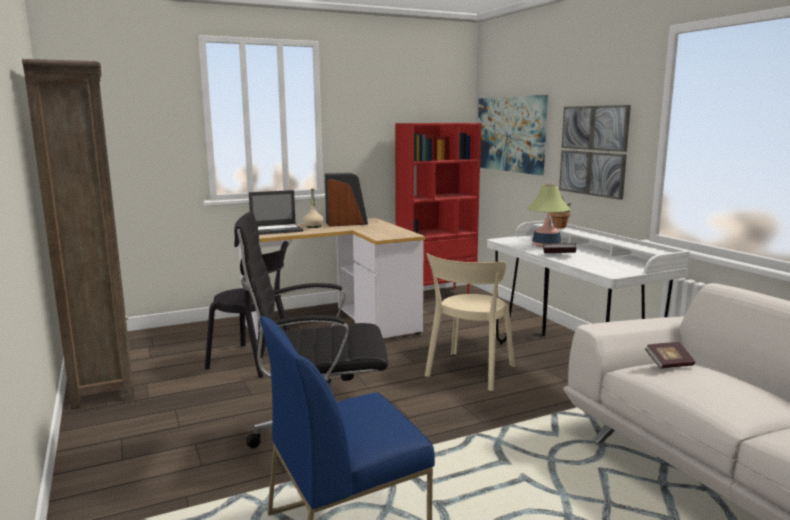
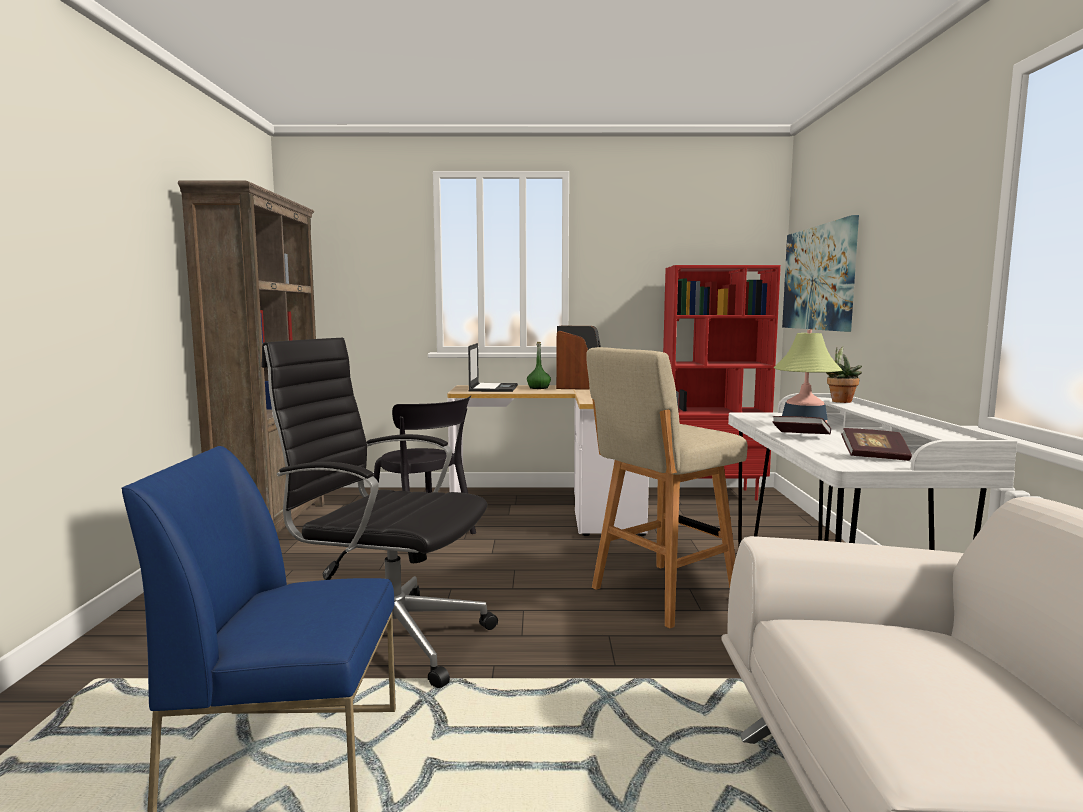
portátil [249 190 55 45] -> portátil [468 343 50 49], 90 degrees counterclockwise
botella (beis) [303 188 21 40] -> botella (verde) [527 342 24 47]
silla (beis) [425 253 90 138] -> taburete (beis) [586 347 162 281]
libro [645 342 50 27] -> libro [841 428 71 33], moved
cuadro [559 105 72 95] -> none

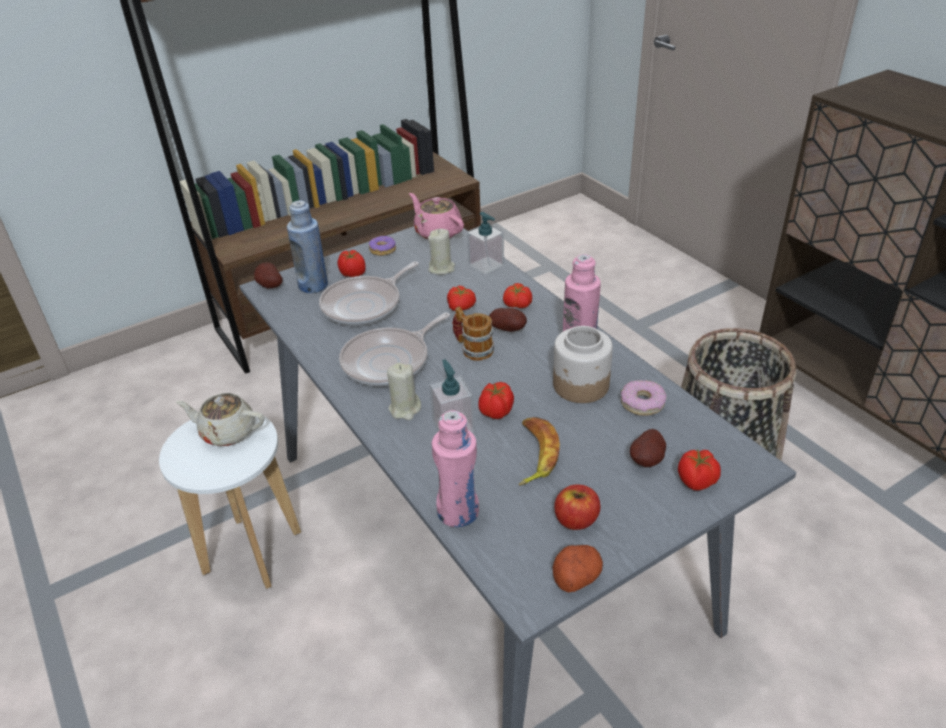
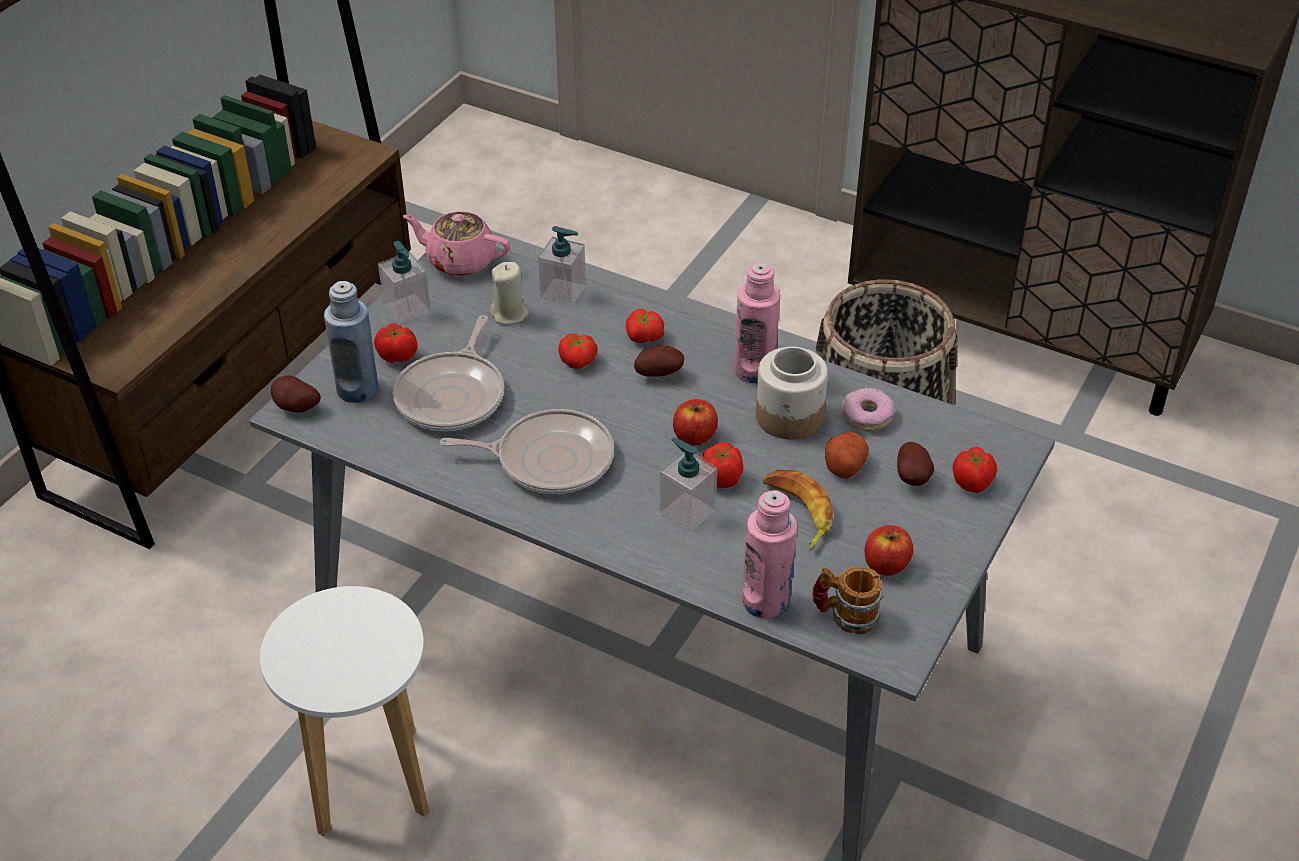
rosquilla [369 236 27 20] -> dispensador de jabón [378 241 53 83]
sartén [339 312 111 74] -> sartén [440 409 174 85], 105 degrees counterclockwise
none -> manzana [673 399 45 47]
taza grande [452 306 42 55] -> taza grande [812 566 71 68], moved
patata [552 545 51 47] -> patata [825 432 44 47], moved
tetera (beis) [176 393 88 53] -> none
vela (beis) [387 363 34 57] -> none

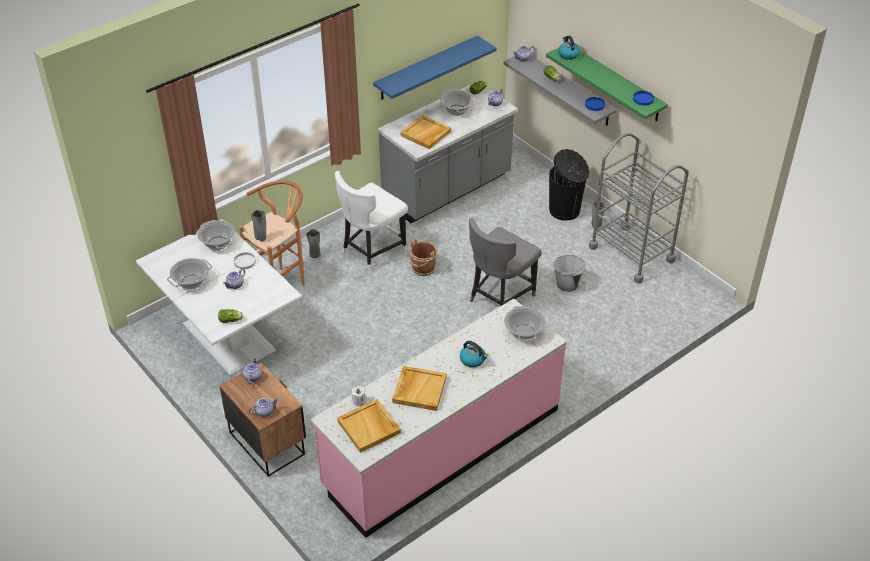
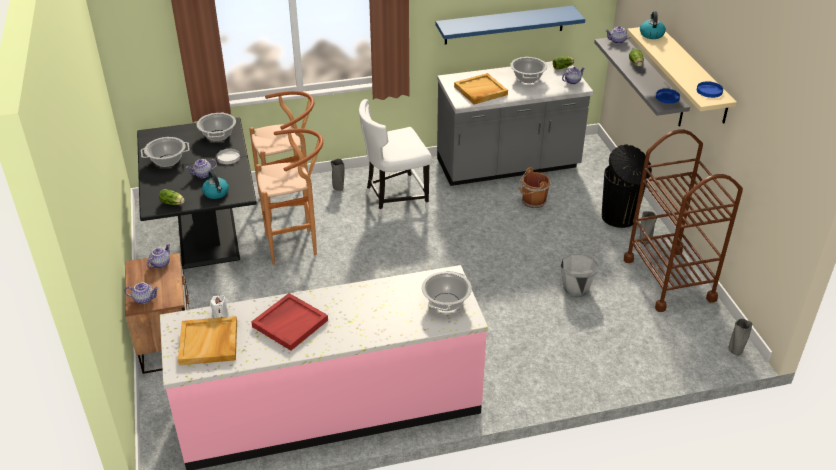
mesa de comedor (blanco) [136 219 166 157] -> mesa de comedor (negro) [137 117 120 152]
hervidor [460 341 28 27] -> hervidor [202 170 27 29], moved
bandeja (beis) [392 366 55 45] -> bandeja (rojo) [251 293 77 58]
none -> taburete (marrón) [256 129 67 136]
cubo (marrón) [408 239 29 37] -> cubo (marrón) [519 167 32 41], moved
carrito (gris) [589 133 100 151] -> carrito (marrón) [624 129 119 183]
estante (verde) [546 48 122 73] -> estante (beis) [627 27 110 97]
florero (gris) [251 210 15 31] -> florero (gris) [728 319 24 37], moved
silla (gris) [469 218 73 88] -> none

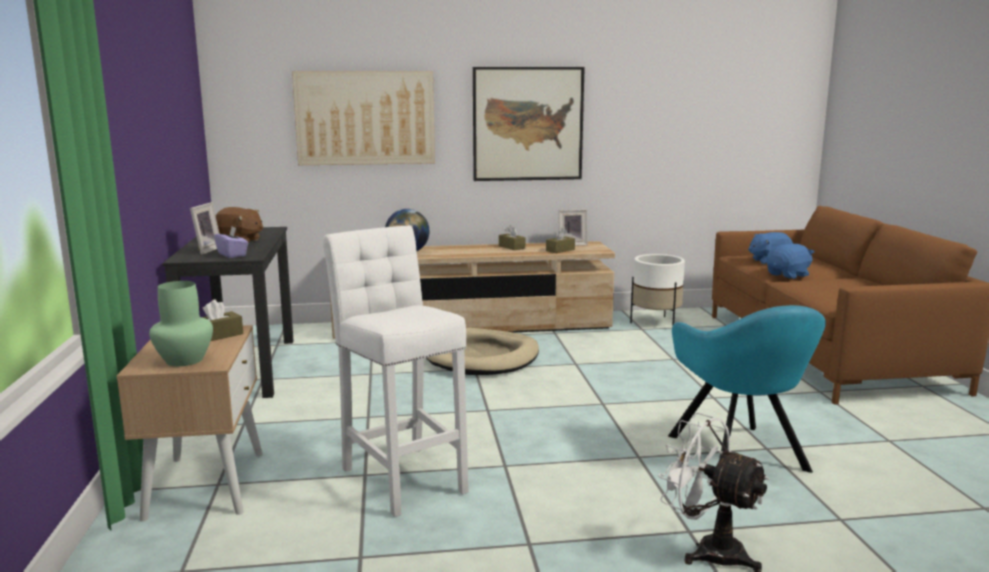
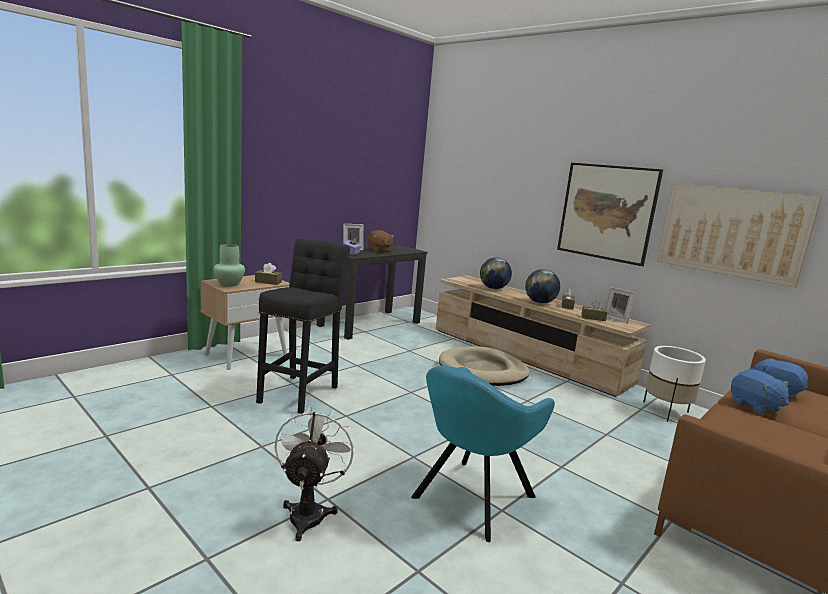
taburete (blanco) [323 225 146 292] -> taburete (negro) [256 238 94 176]
none -> globo terráqueo [525 269 35 34]
cuadro [292 71 143 94] -> cuadro [657 183 165 105], moved
peluche (azul) [767 244 47 35] -> peluche (azul) [731 369 59 45], 45 degrees clockwise

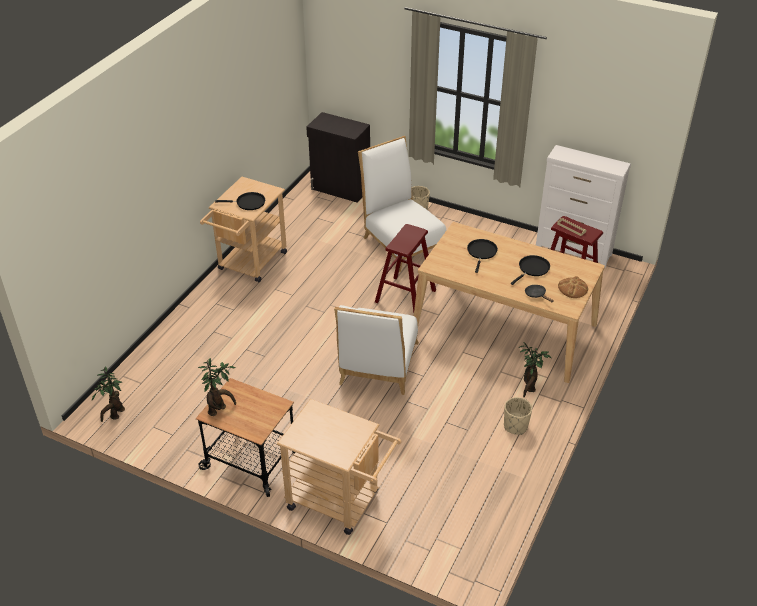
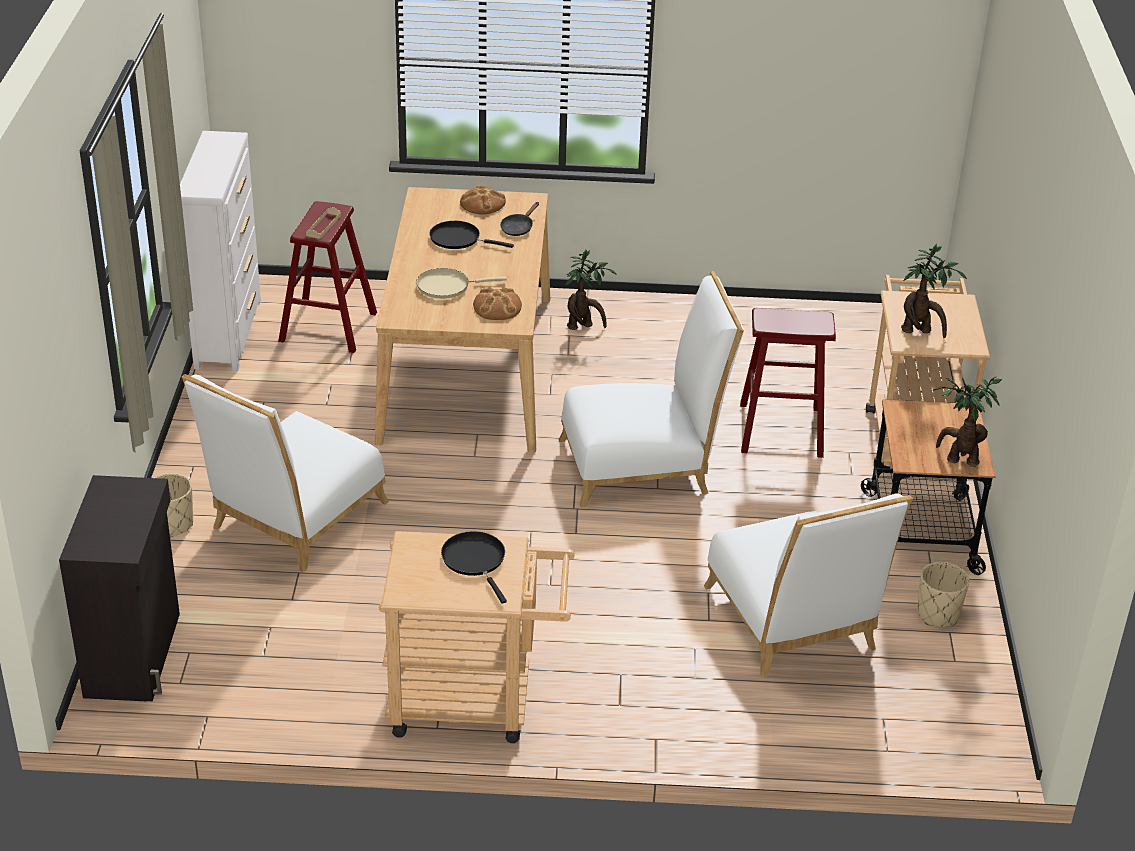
sartén (negro) [467 239 31 34] -> sartén (beis) [416 268 91 31]
none -> pan [473 288 49 32]
none -> silla (blanco) [704 493 209 185]
taburete (rojo) [375 224 61 88] -> taburete (rojo) [740 308 96 150], moved
planta en maceta [92 366 33 56] -> planta en maceta [901 244 66 94], moved
maceta (beis) [504 397 28 38] -> maceta (beis) [917 562 52 65], moved

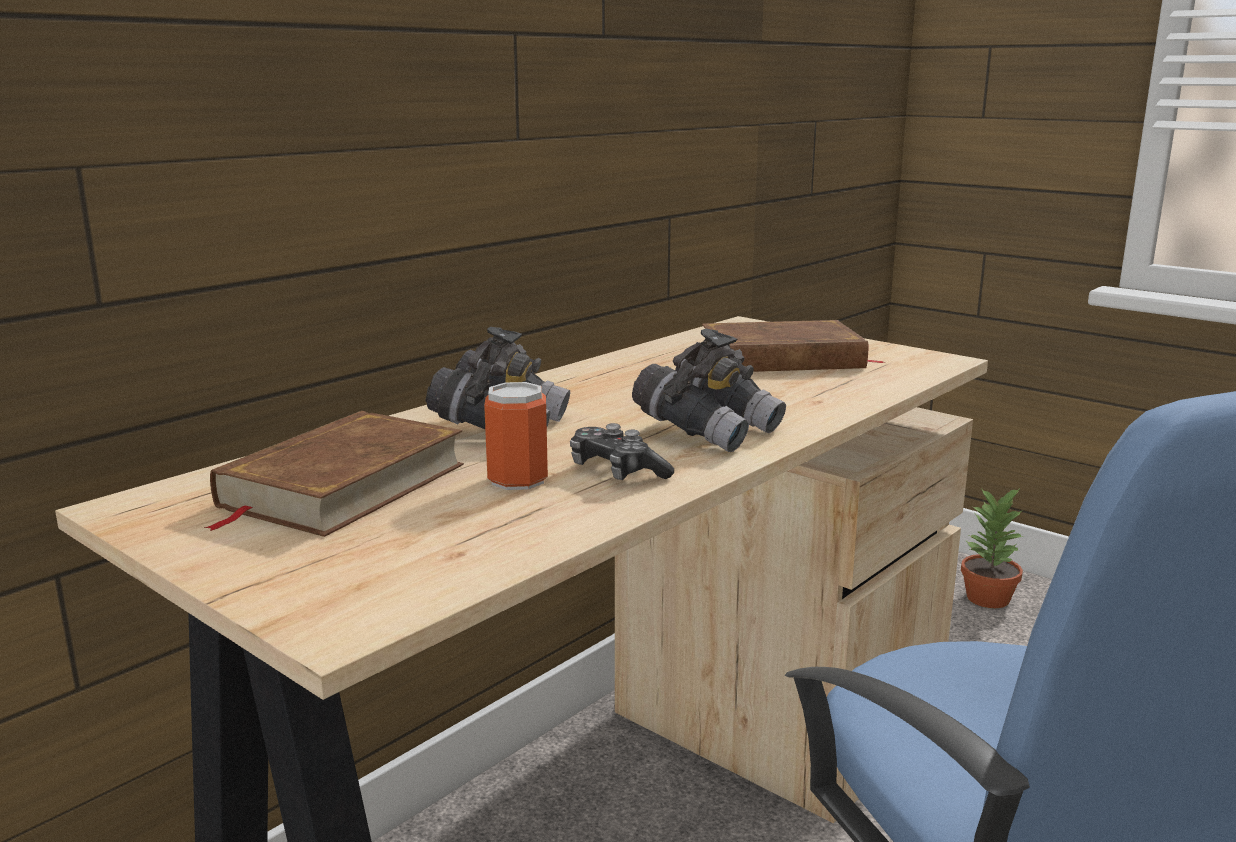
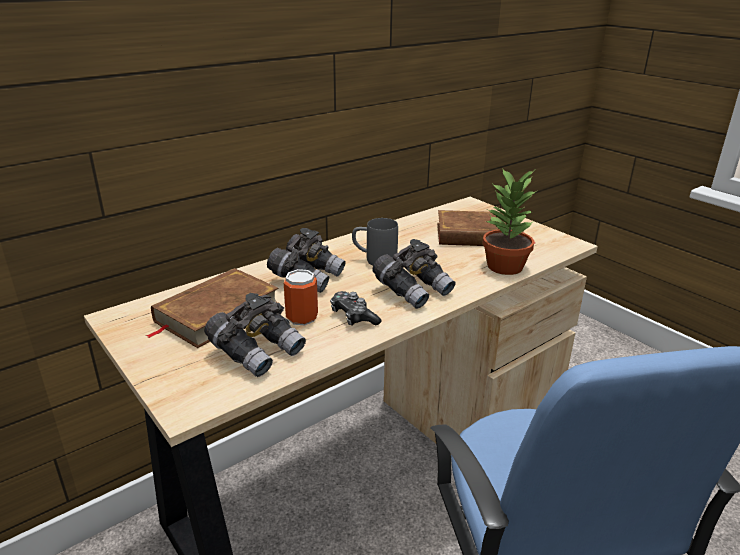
none -> prismáticos (gris) [204 293 102 84]
none -> taza grande (gris) [352 218 46 48]
planta en maceta [961 487 62 121] -> planta en maceta [482 168 56 107], moved

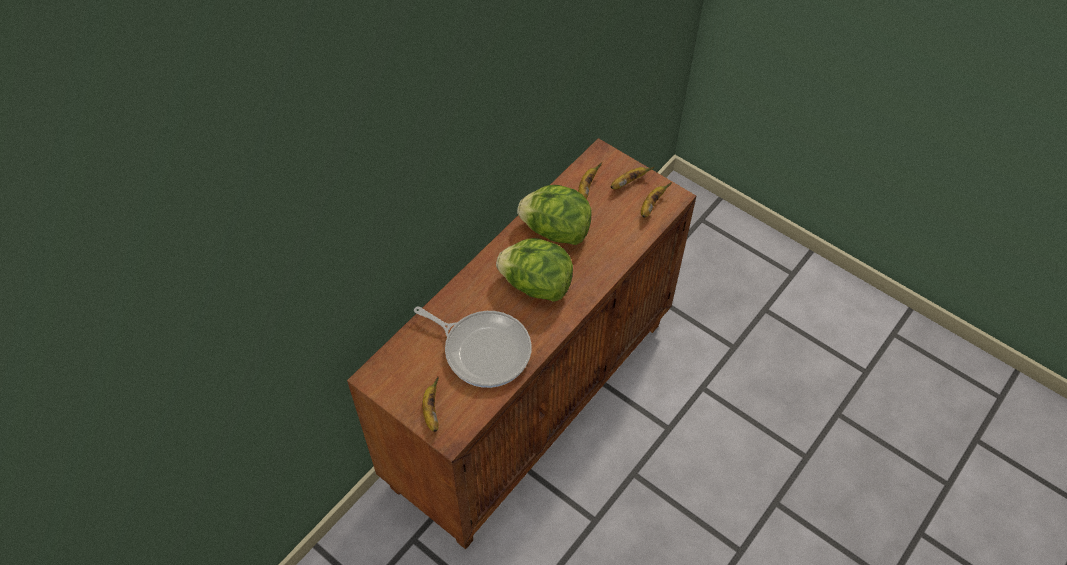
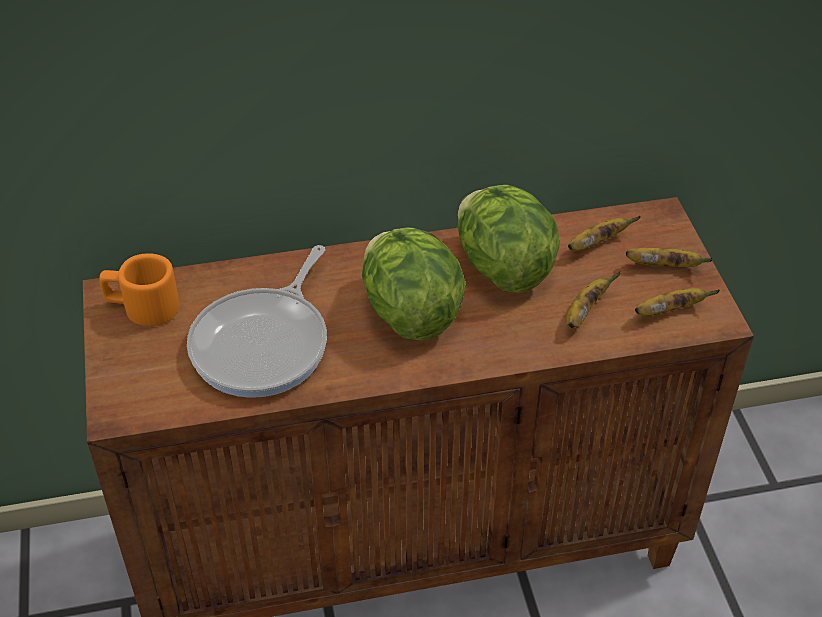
none -> taza grande (naranja) [99 253 81 73]
sartén [414 307 118 81] -> sartén [187 245 140 153], 45 degrees clockwise
plátano [422 376 17 56] -> plátano [566 271 55 57], moved

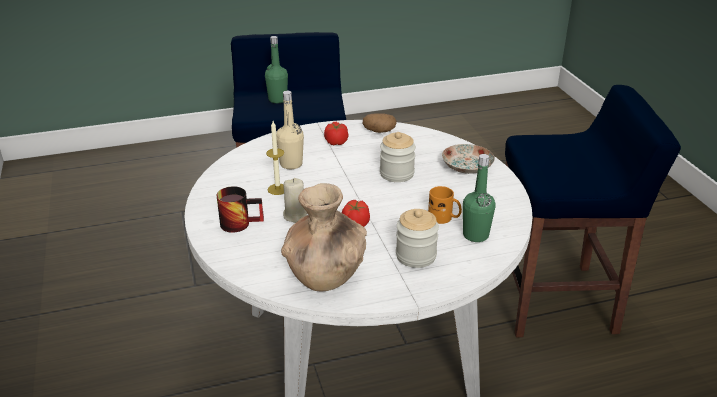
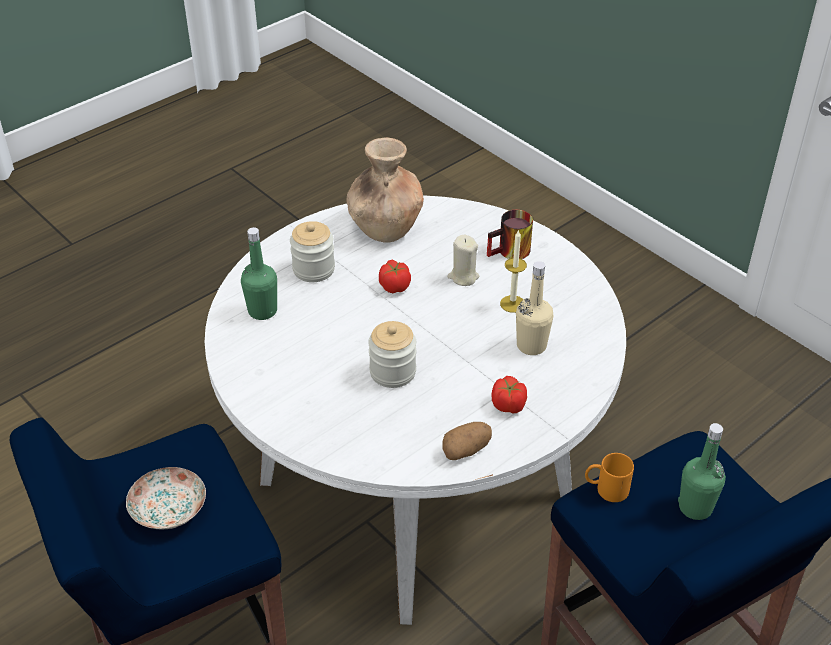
plato [442 144 53 30] -> plato [126 467 80 62], moved
taza grande (naranja) [428 186 34 38] -> taza grande (naranja) [585 453 49 49], moved

